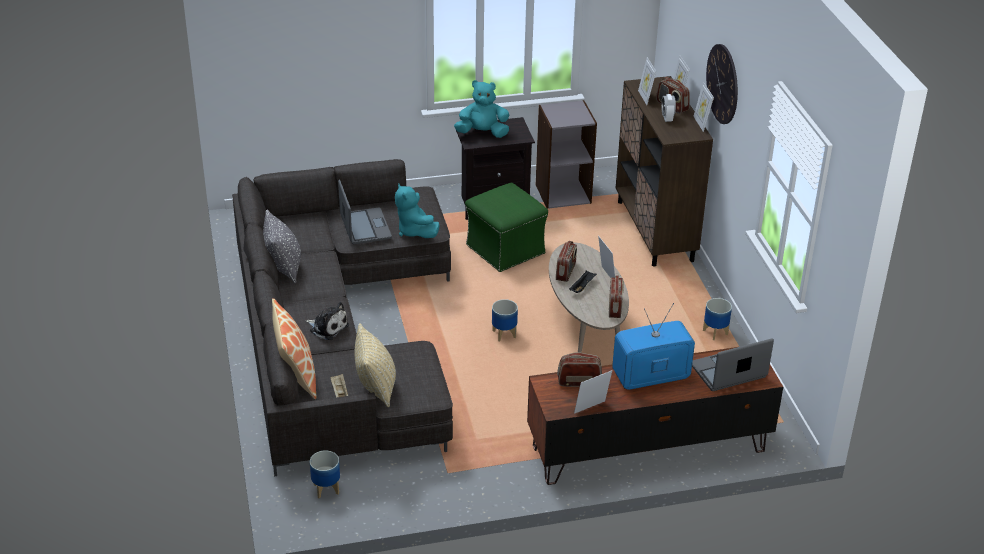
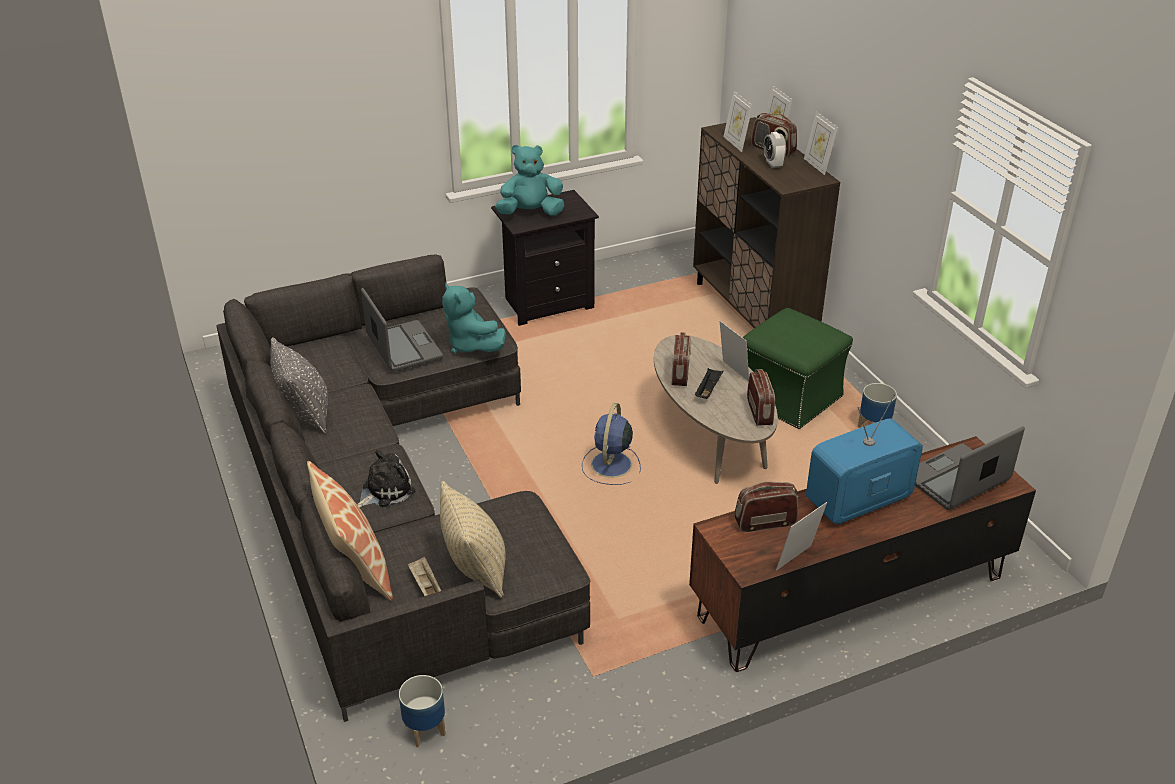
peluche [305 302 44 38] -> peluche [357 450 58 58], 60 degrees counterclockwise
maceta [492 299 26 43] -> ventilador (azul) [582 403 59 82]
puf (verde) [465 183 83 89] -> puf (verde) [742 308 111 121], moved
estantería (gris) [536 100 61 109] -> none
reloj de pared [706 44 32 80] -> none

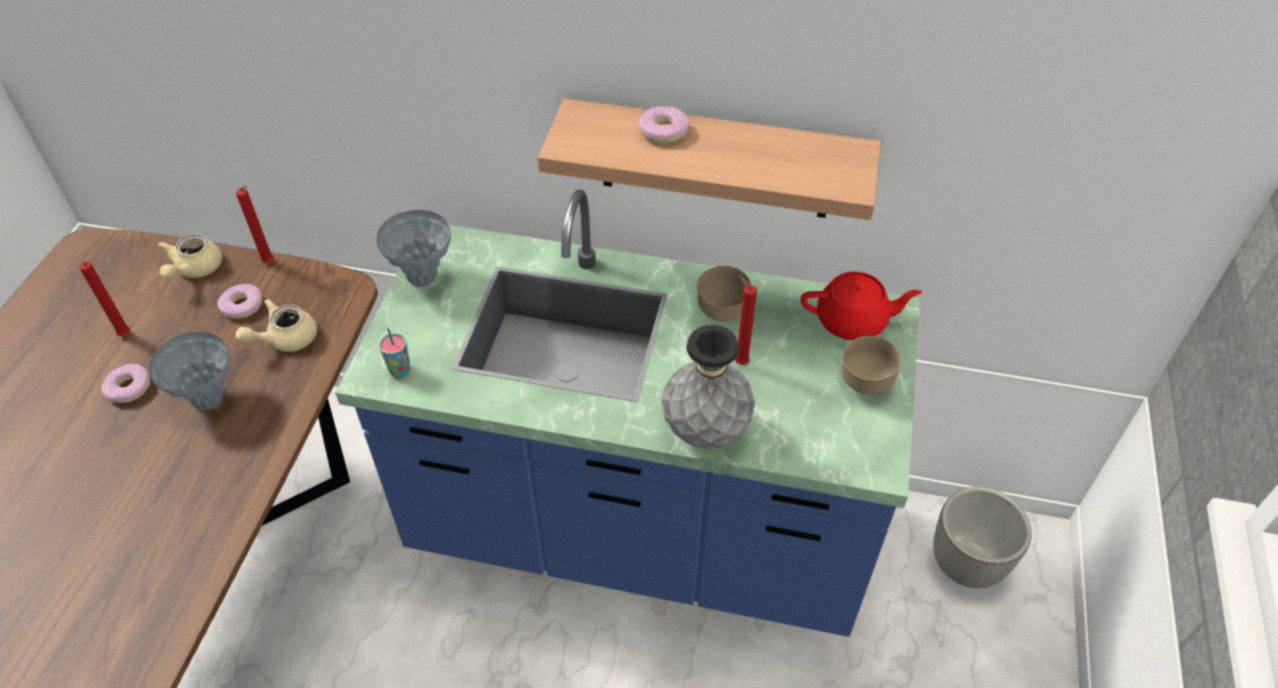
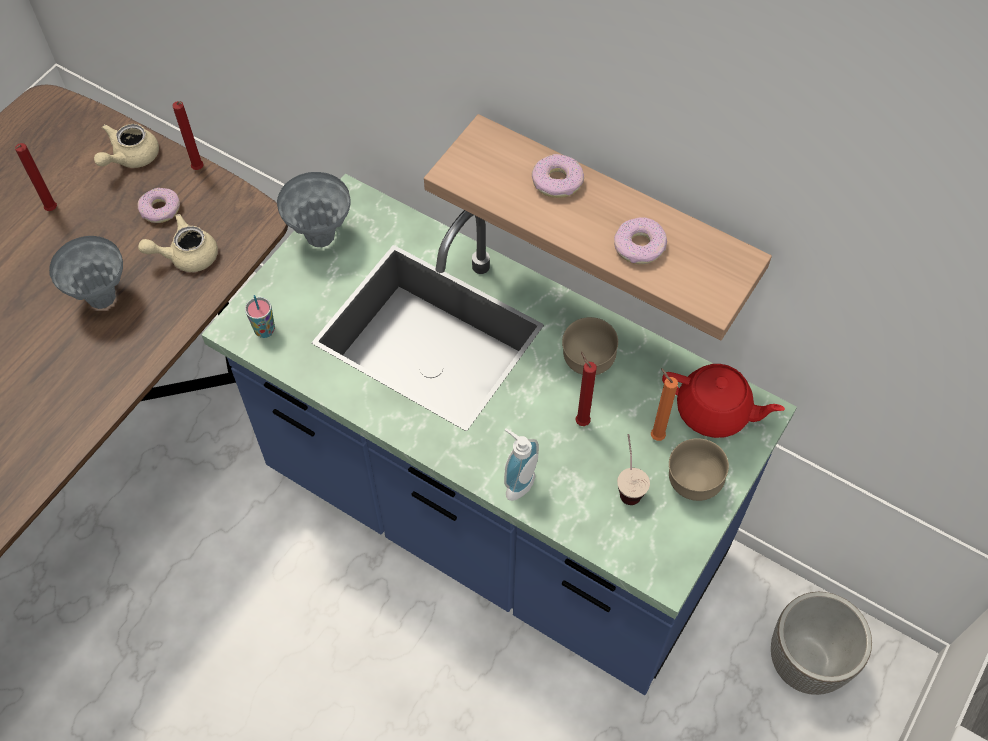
florero (gris) [662 325 93 124] -> dispensador de jabón [504 429 35 72]
rosquilla [101 364 49 39] -> rosquilla [614 218 53 46], moved
none -> taza [617 434 33 71]
none -> vela (naranja) [651 368 27 73]

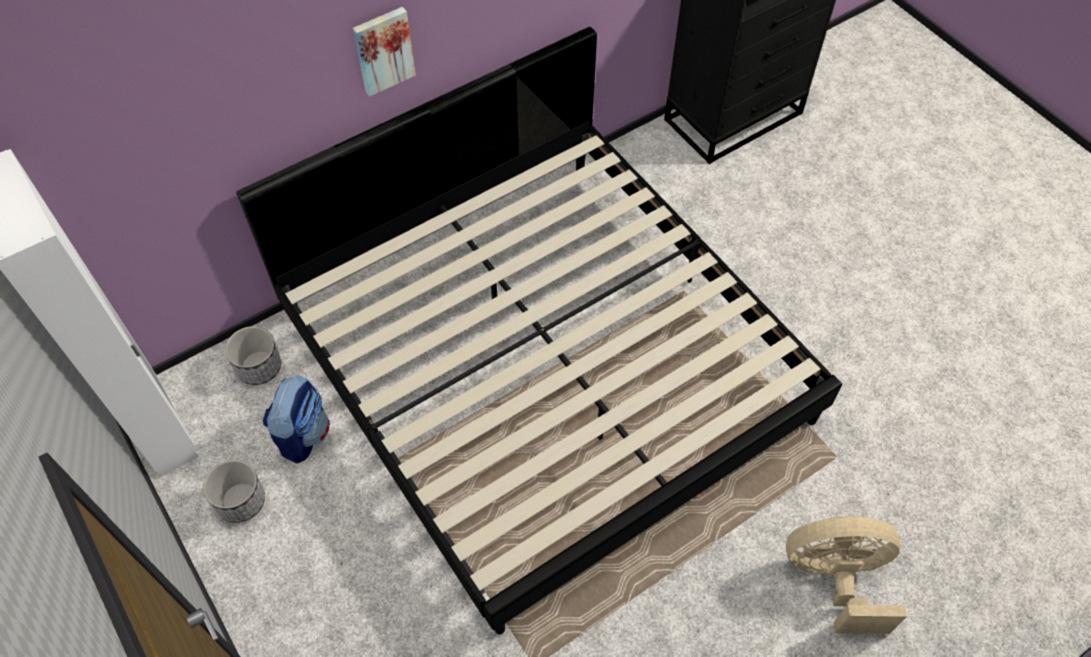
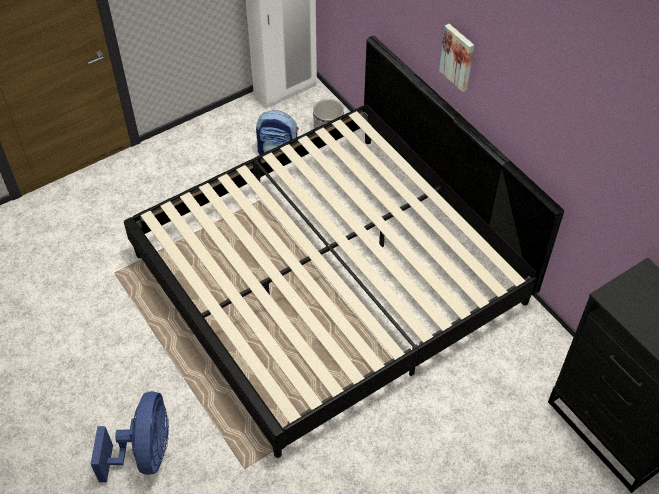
ventilador (beis) [786 516 121 118] -> ventilador (azul) [91 391 78 91]
maceta [203 460 62 63] -> none

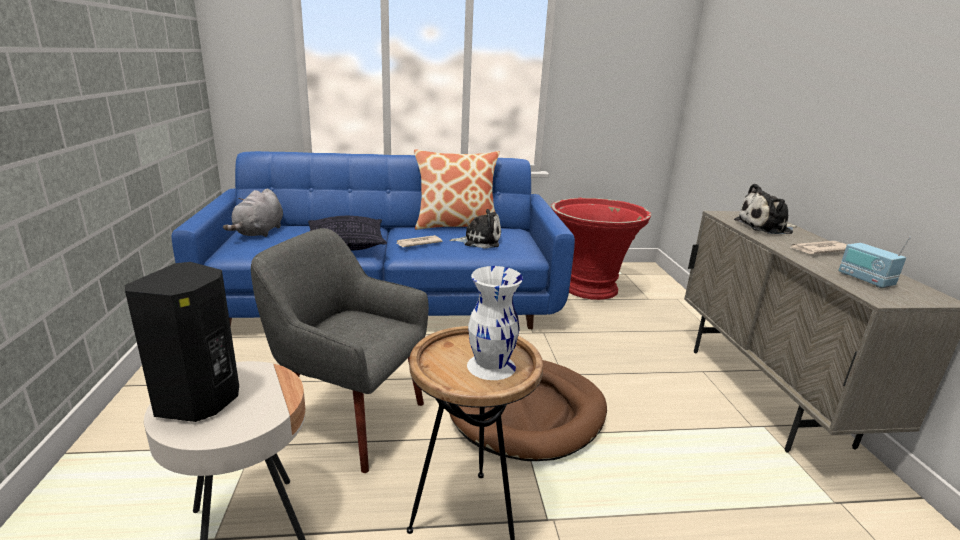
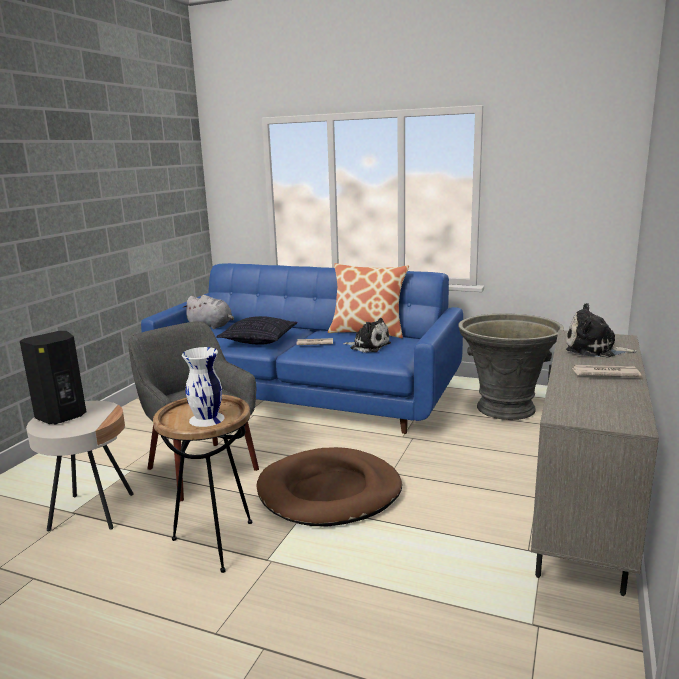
peluche (gris) [223 189 60 48] -> peluche (gris) [183 295 51 34], 105 degrees counterclockwise
maceta (rojo) [551 198 100 102] -> maceta (gris) [458 313 106 107]
radio [839 237 72 51] -> none

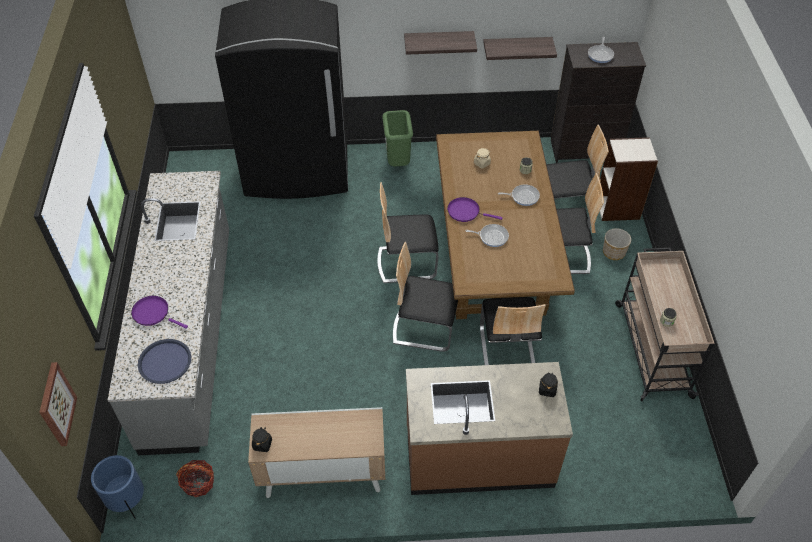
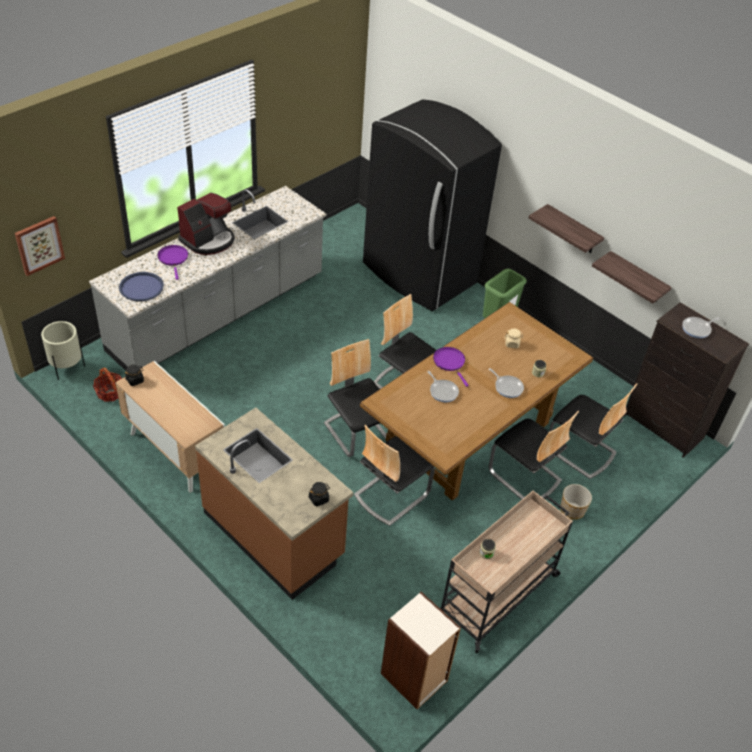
maceta (azul) [91 455 53 64] -> maceta (beis) [41 321 44 59]
none -> cafetera [177 193 58 62]
estantería [600 137 58 84] -> estantería [381 592 80 118], moved

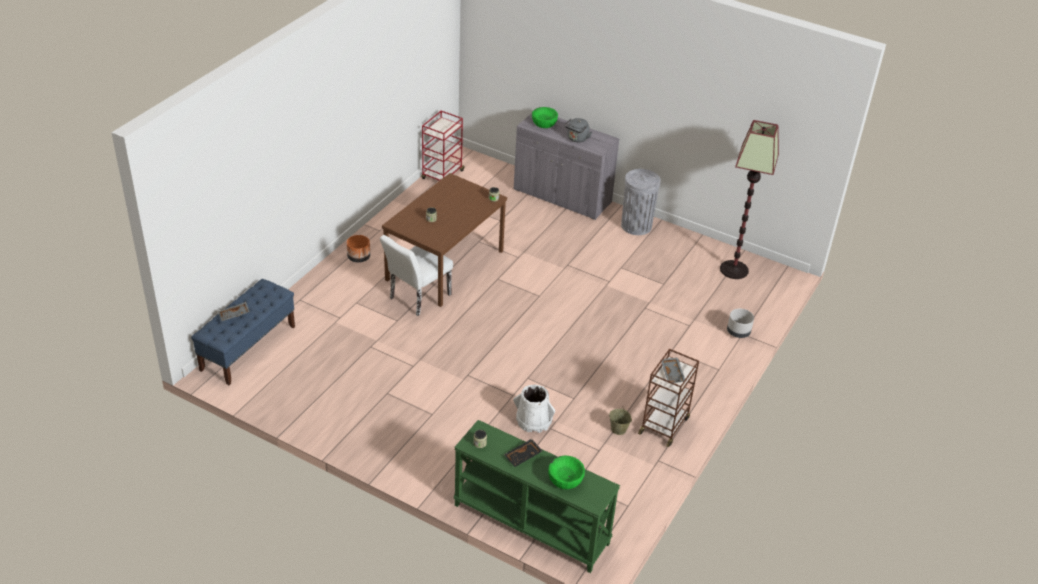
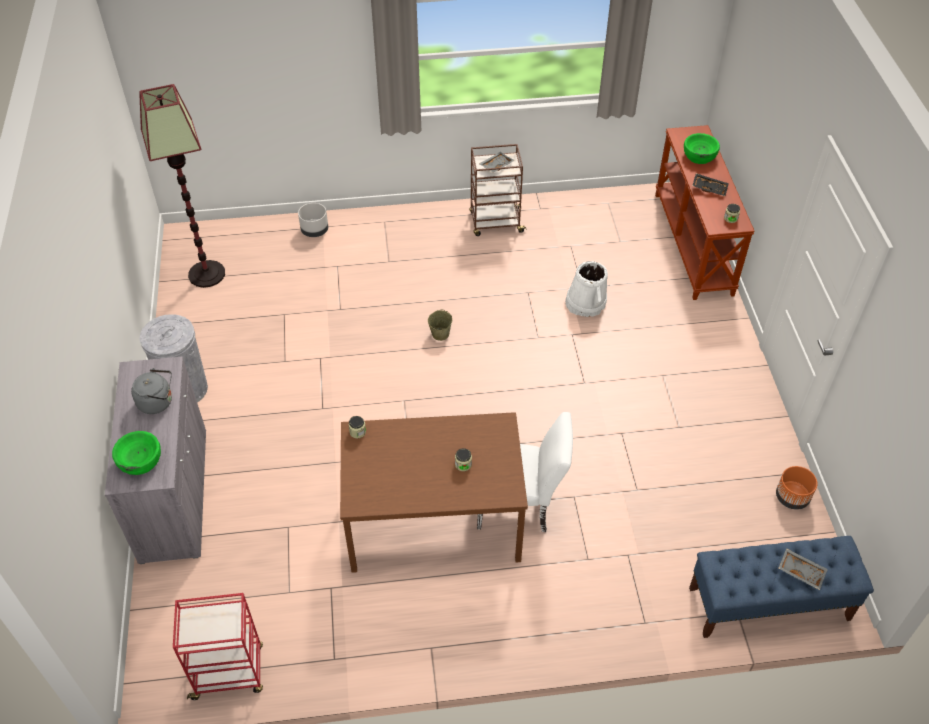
cubo (beis) [609 406 23 29] -> cubo (beis) [428 309 24 32], moved
mesa consola (verde) [453 420 167 153] -> mesa consola (marrón) [655 125 100 175]
maceta (naranja) [347 235 23 28] -> maceta (naranja) [776 466 41 44], moved

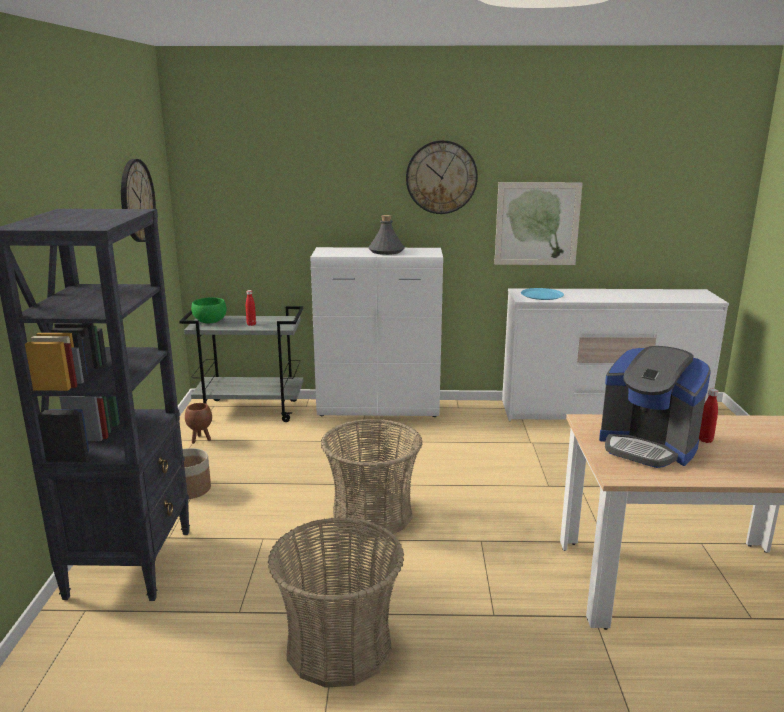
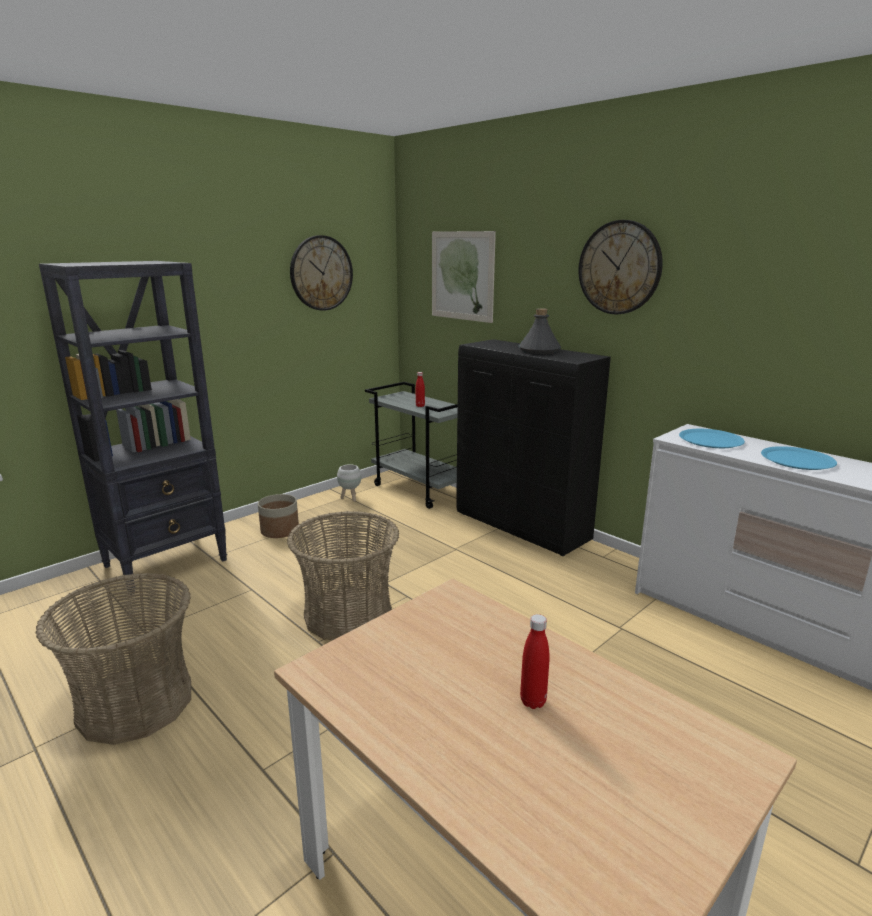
maceta (marrón) [185 403 27 41] -> maceta (blanco) [337 464 24 37]
cuadro [494 182 89 83] -> cuadro [432 231 64 92], moved
armario (blanco) [311 247 132 170] -> armario (negro) [456 339 155 217]
none -> plato (azul) [761 446 76 24]
cuenco (verde) [191 298 36 25] -> none
cafetera [599 346 112 122] -> none

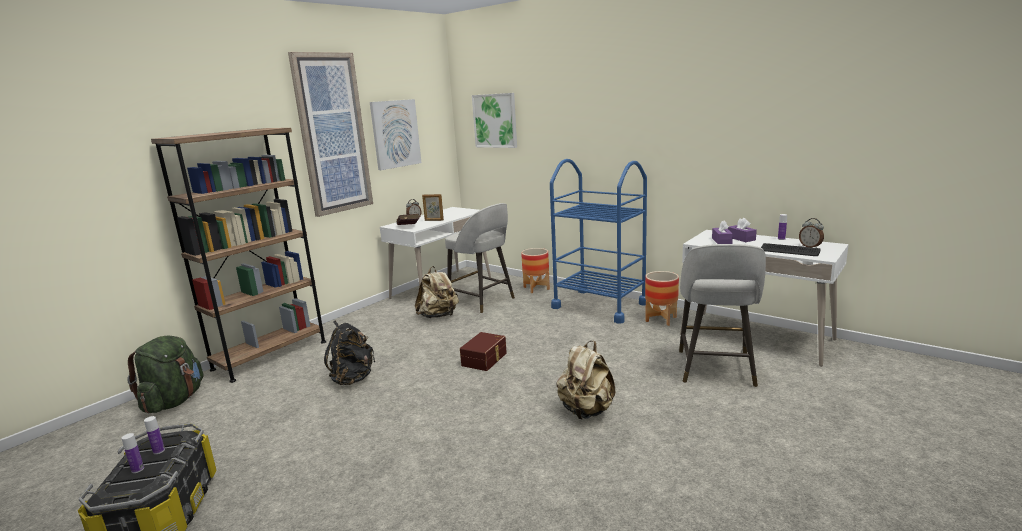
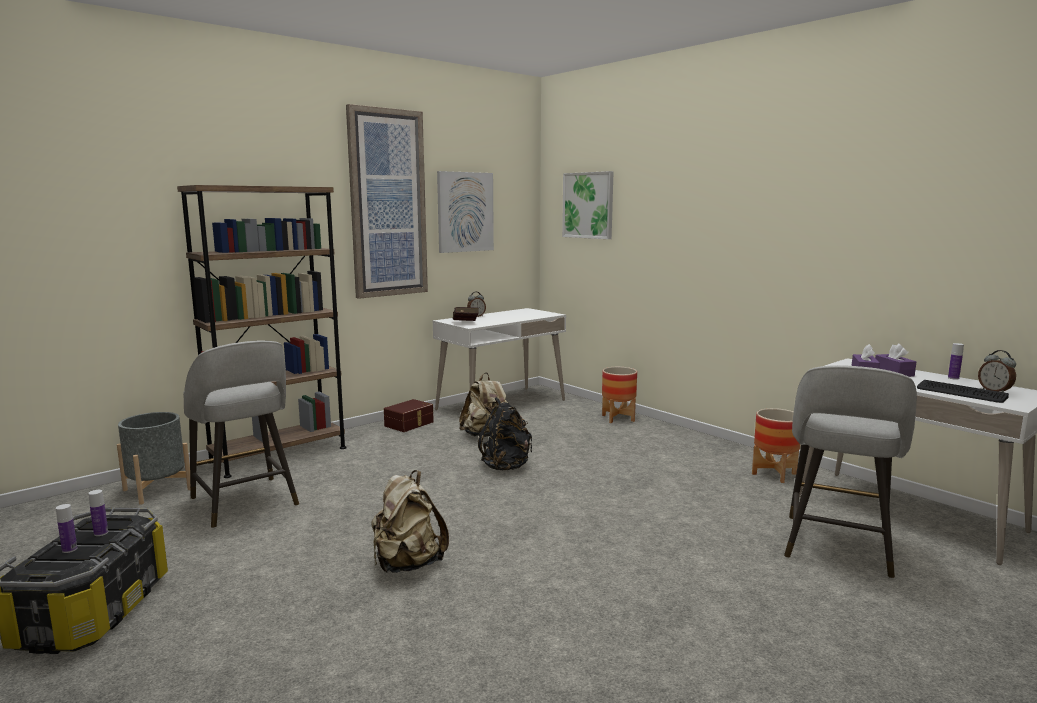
mochila (verde) [127 335 77 78] -> maceta (gris) [117 412 73 93]
taburete (gris) [445 203 70 110] -> taburete (gris) [183 340 116 188], moved
mochila (beis) [556 341 59 79] -> mochila (beis) [371 470 78 103], moved
caja de almacenaje (marrón) [460 332 47 39] -> caja de almacenaje (marrón) [384 399 50 33], moved
mochila (negro) [324 321 51 64] -> mochila (negro) [478 397 54 73], moved
portarretratos [422 194 22 27] -> none
carrito (azul) [550 159 97 165] -> none

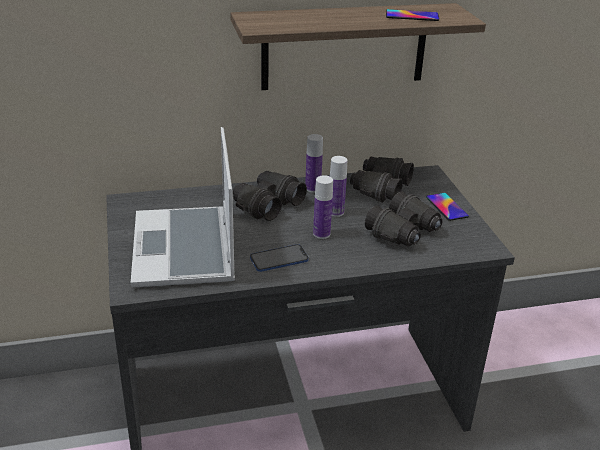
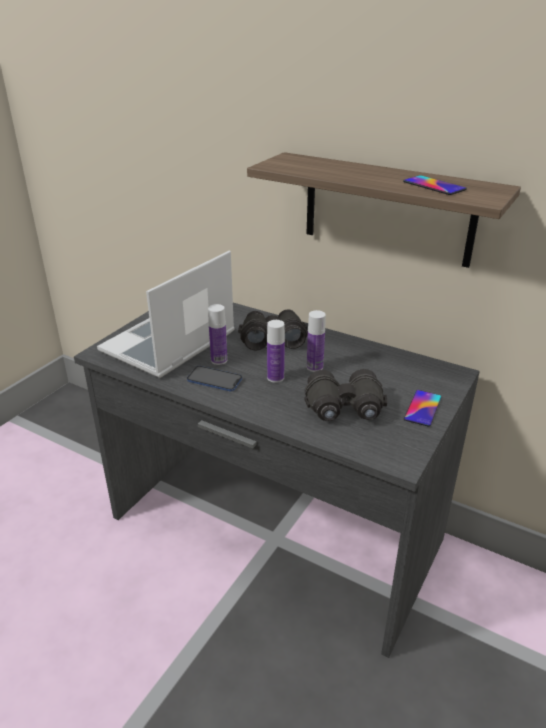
botella [305 134 18 59] -> botella [208 304 19 61], moved
prismáticos (negro) [350 157 64 46] -> none

